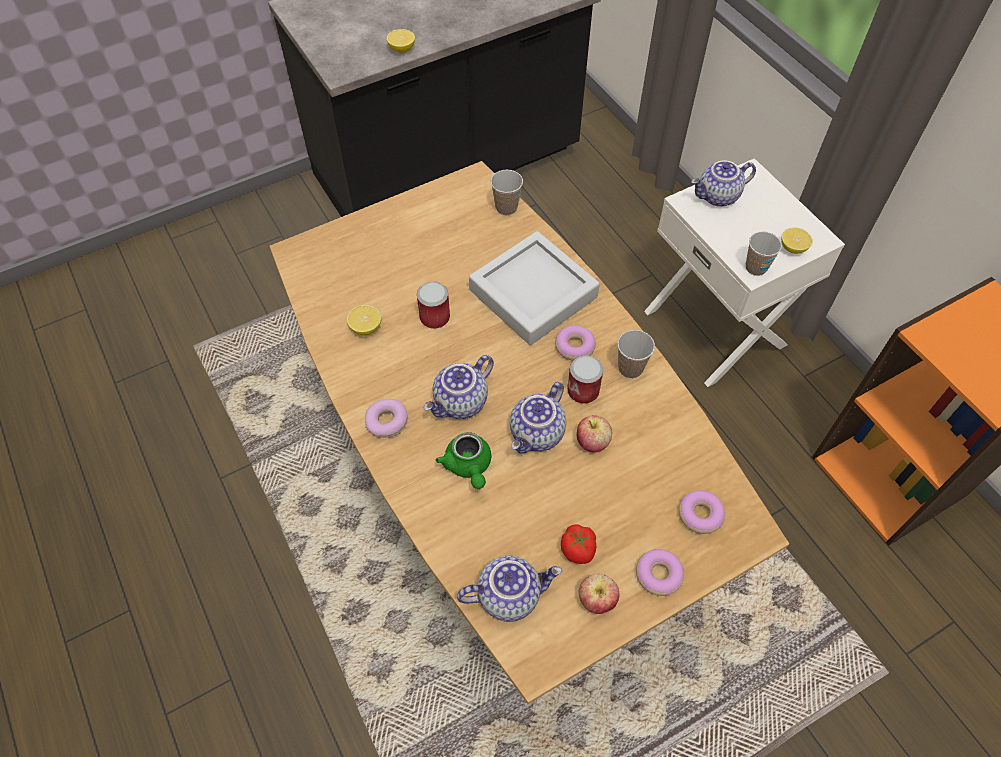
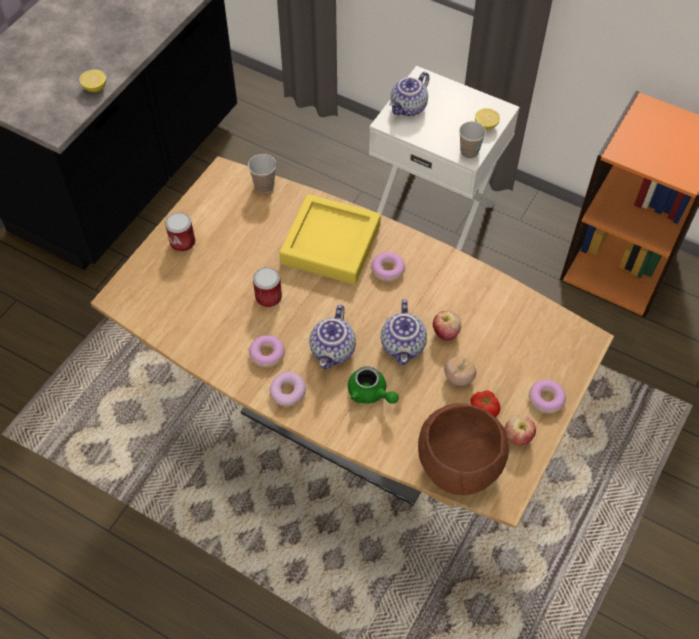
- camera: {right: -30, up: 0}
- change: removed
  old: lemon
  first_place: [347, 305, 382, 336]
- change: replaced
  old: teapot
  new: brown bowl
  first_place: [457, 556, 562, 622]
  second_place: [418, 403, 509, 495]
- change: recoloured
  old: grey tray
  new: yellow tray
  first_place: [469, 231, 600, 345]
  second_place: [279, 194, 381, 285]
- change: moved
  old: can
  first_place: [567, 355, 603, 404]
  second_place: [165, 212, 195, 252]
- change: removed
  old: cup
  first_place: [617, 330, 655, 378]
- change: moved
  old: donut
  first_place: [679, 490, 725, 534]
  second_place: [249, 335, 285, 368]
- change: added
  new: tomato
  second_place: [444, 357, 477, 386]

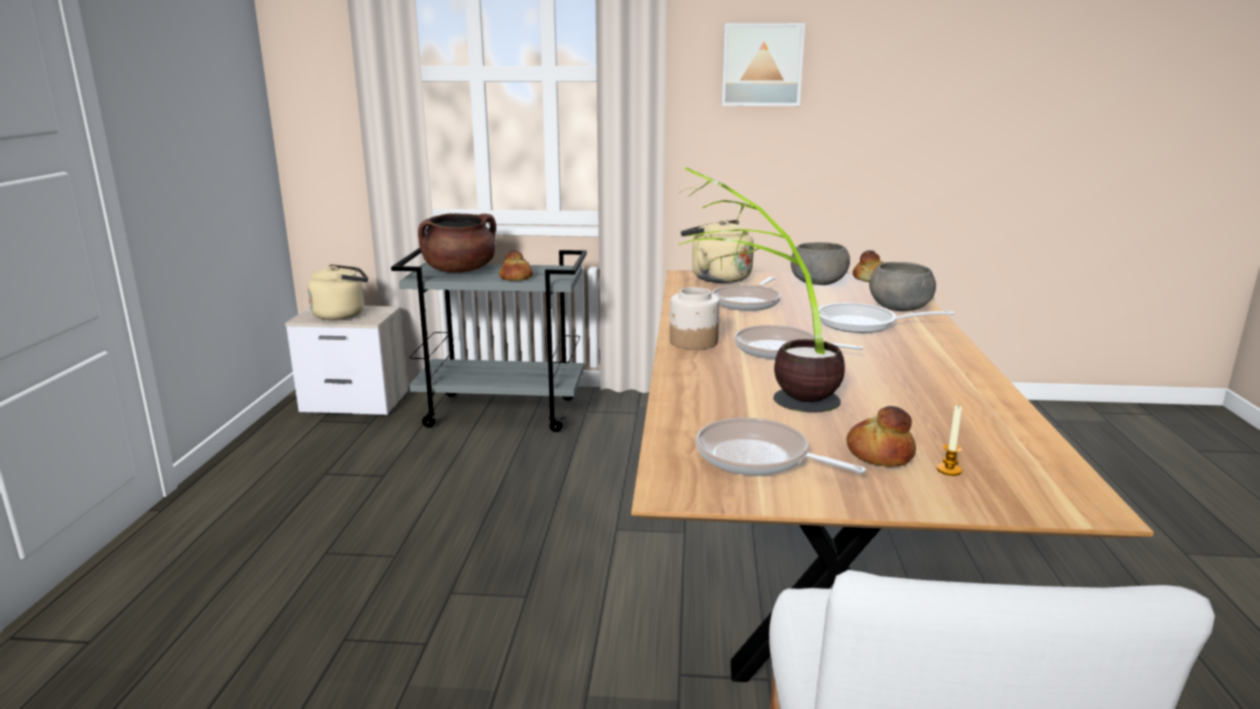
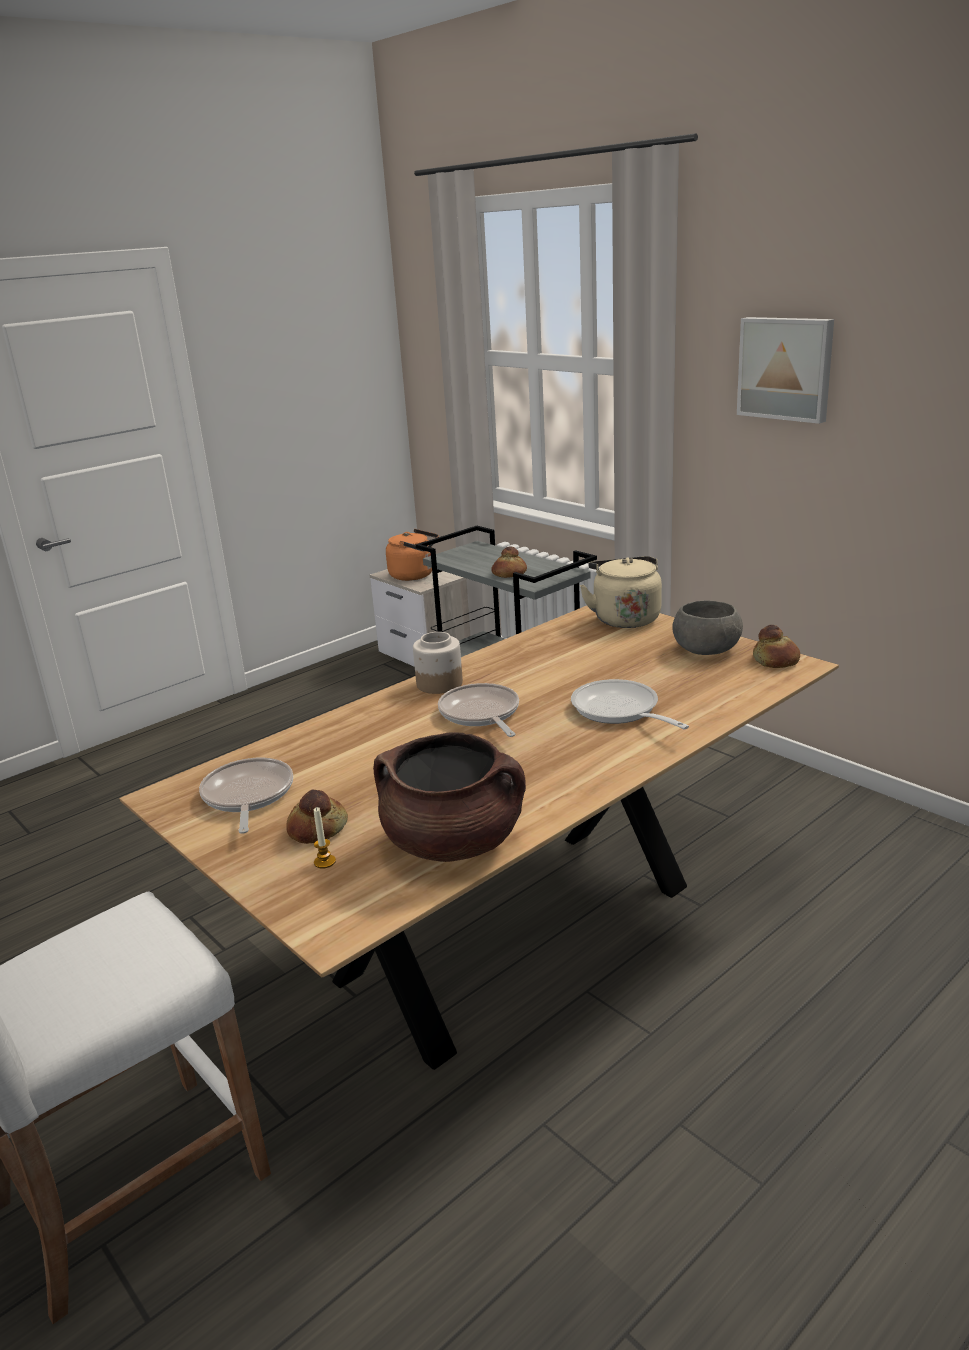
- camera: {right: 45, up: 5}
- change: recoloured
  old: beige kettle
  new: orange kettle
  first_place: [308, 264, 368, 320]
  second_place: [386, 529, 439, 581]
- change: moved
  old: brown cooking pot
  first_place: [418, 213, 496, 273]
  second_place: [373, 732, 526, 862]
- change: removed
  old: potted plant
  first_place: [678, 167, 845, 413]
- change: removed
  old: frying pan
  first_place: [712, 277, 781, 311]
- change: removed
  old: grey bowl
  first_place: [869, 262, 936, 311]

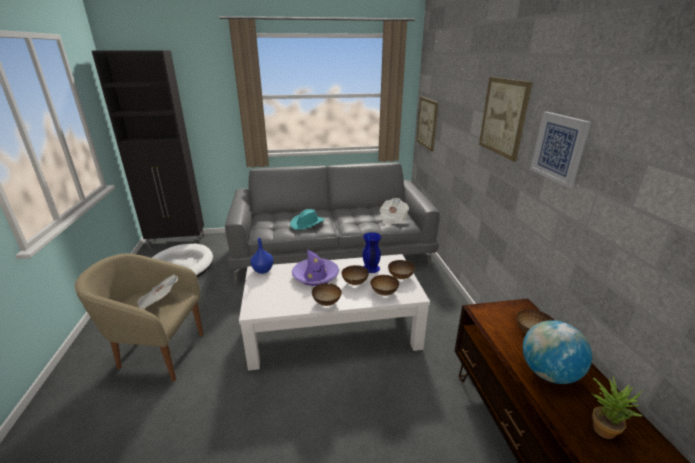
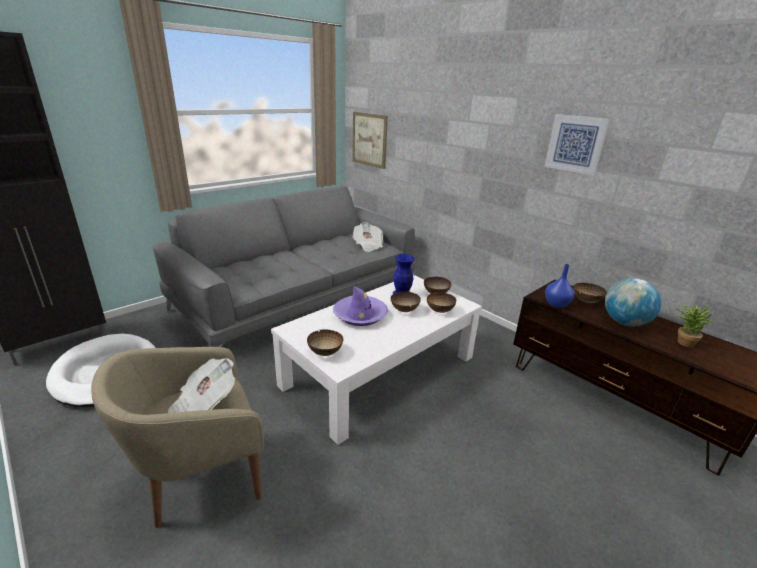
- camera: {right: -35, up: 0}
- change: moved
  old: blue vase
  first_place: [250, 238, 274, 274]
  second_place: [545, 264, 575, 308]
- change: removed
  old: turquoise hat
  first_place: [290, 209, 324, 230]
- change: moved
  old: bowl
  first_place: [312, 283, 342, 306]
  second_place: [307, 329, 343, 356]
- change: removed
  old: picture
  first_place: [479, 77, 532, 161]

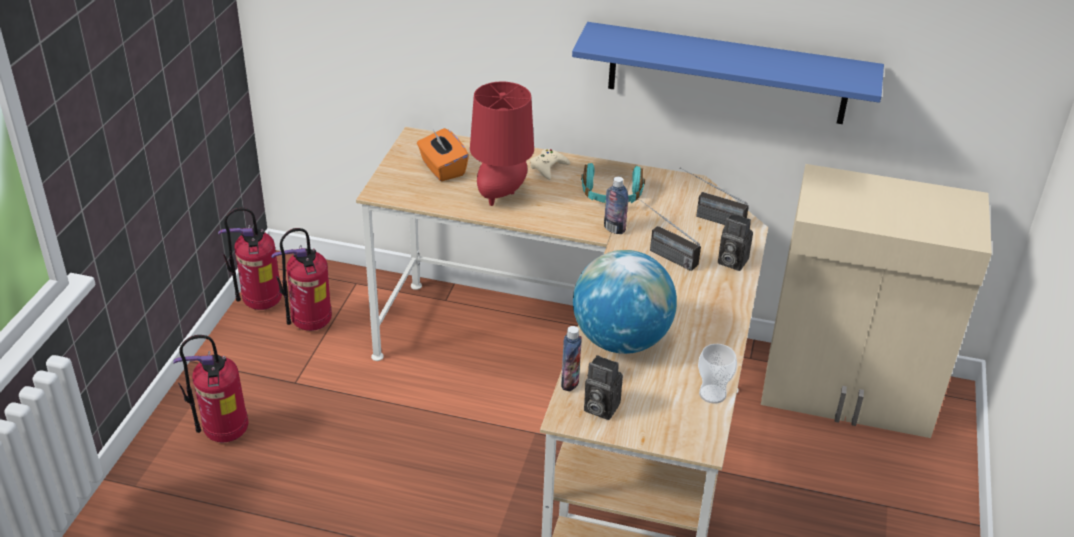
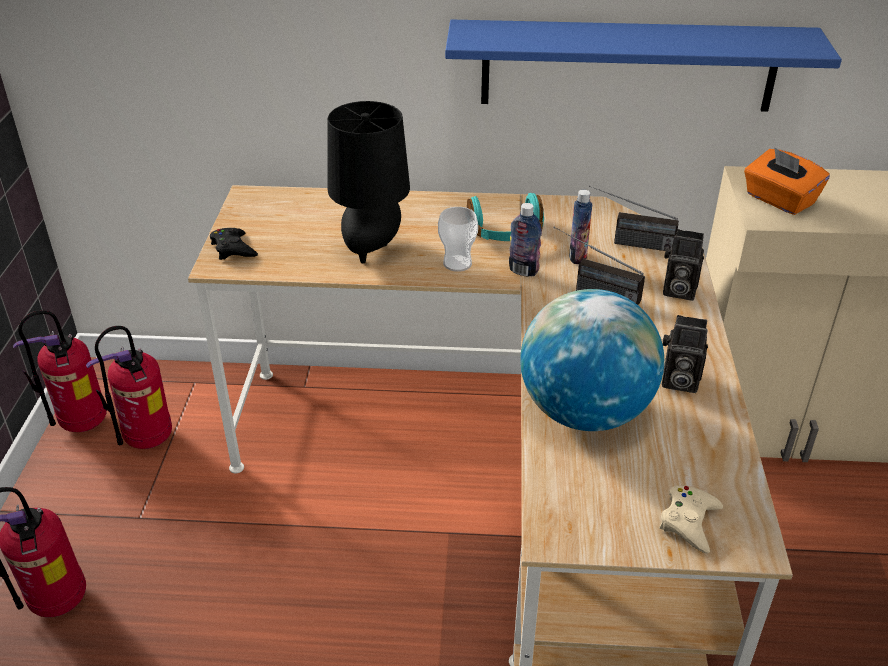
- camera: {right: -10, up: 0}
- change: moved
  old: orange tissue box
  first_place: [417, 128, 469, 181]
  second_place: [744, 147, 830, 215]
- change: recoloured
  old: red table lamp
  new: black table lamp
  first_place: [470, 81, 534, 206]
  second_place: [327, 101, 410, 263]
- change: moved
  old: beige game controller
  first_place: [530, 149, 570, 180]
  second_place: [659, 485, 723, 554]
- change: moved
  old: bottle
  first_place: [561, 326, 582, 391]
  second_place: [569, 190, 592, 264]
- change: moved
  old: photo camera
  first_place: [584, 355, 623, 420]
  second_place: [662, 315, 708, 393]
- change: moved
  old: cup
  first_place: [698, 344, 737, 404]
  second_place: [438, 207, 478, 272]
- change: added
  new: black game controller
  second_place: [210, 228, 258, 260]

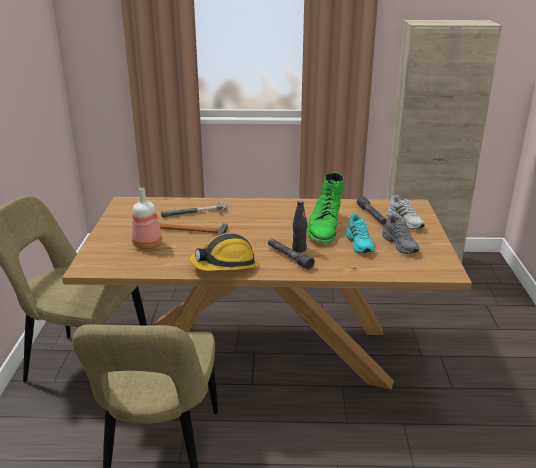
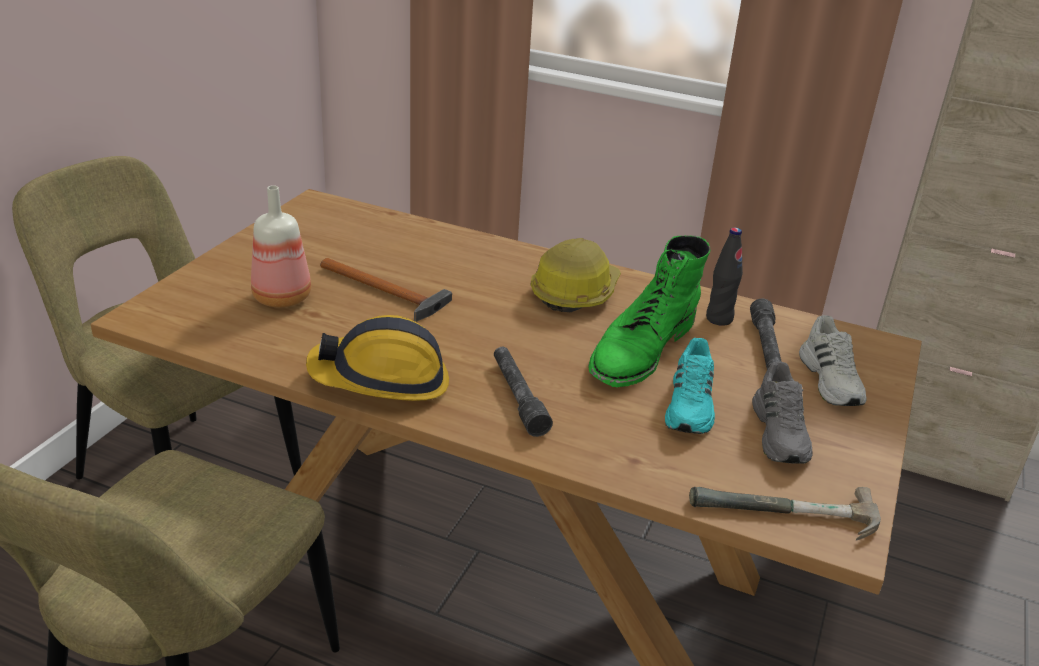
- camera: {right: 20, up: 5}
- change: moved
  old: hammer
  first_place: [161, 200, 227, 218]
  second_place: [689, 487, 881, 540]
- change: moved
  old: black bottle
  first_place: [292, 201, 307, 252]
  second_place: [706, 227, 743, 326]
- change: added
  new: hard hat
  second_place: [531, 238, 621, 312]

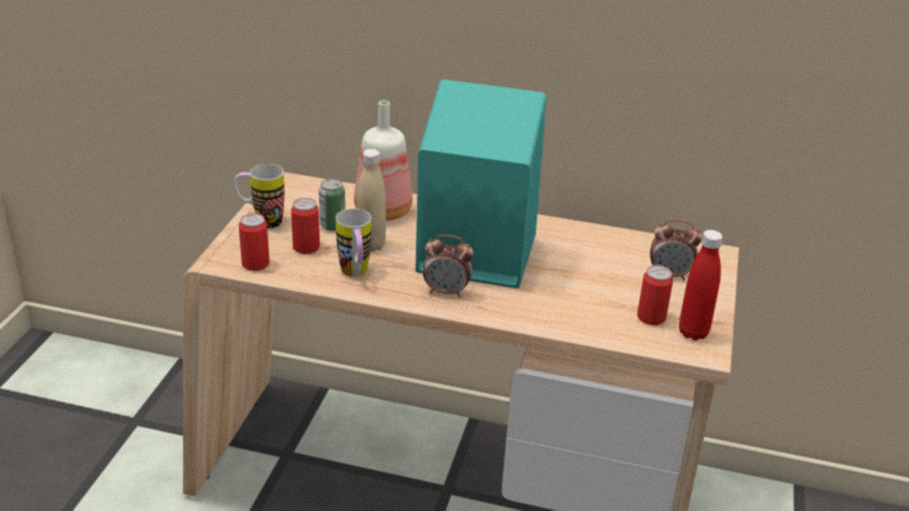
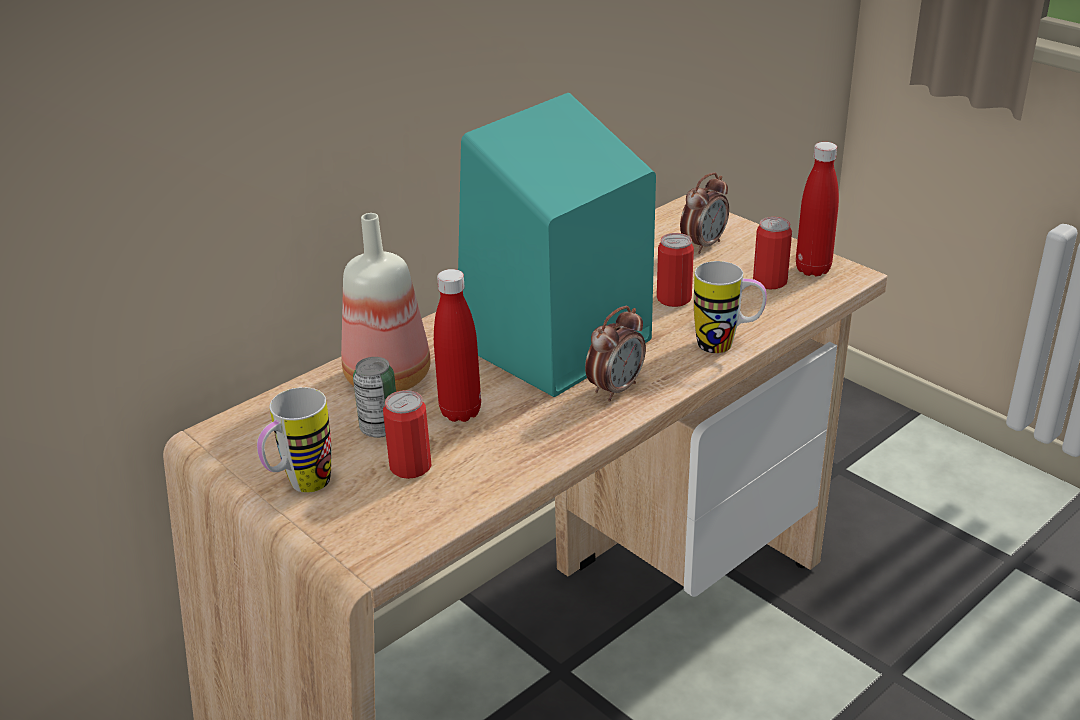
- camera: {right: -55, up: 0}
- change: moved
  old: can
  first_place: [239, 213, 270, 271]
  second_place: [657, 233, 694, 307]
- change: moved
  old: mug
  first_place: [336, 208, 371, 277]
  second_place: [694, 261, 767, 353]
- change: recoloured
  old: beige bottle
  new: red bottle
  first_place: [357, 149, 386, 252]
  second_place: [434, 269, 481, 422]

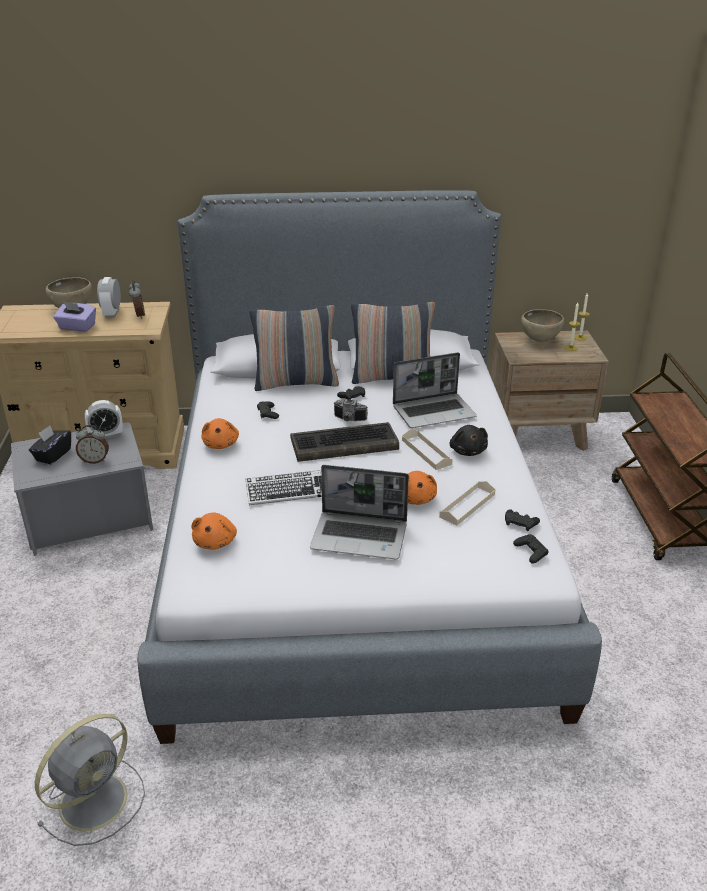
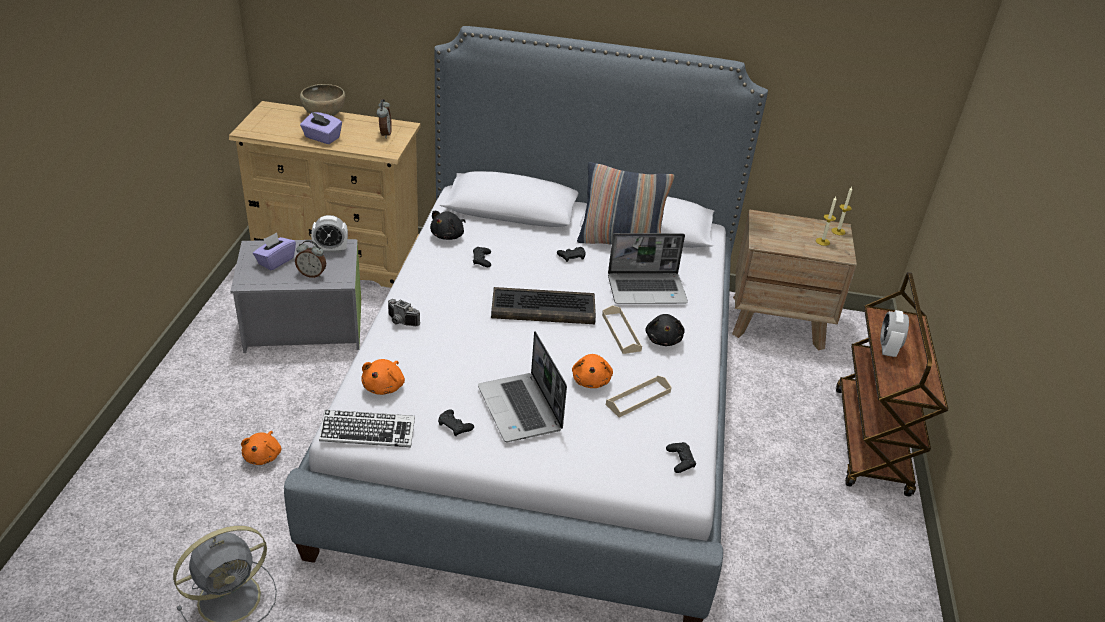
- camera: {right: 10, up: 5}
- change: recoloured
  old: black tissue box
  new: purple tissue box
  first_place: [29, 425, 71, 464]
  second_place: [253, 232, 296, 270]
- change: moved
  old: alarm clock
  first_place: [97, 277, 121, 318]
  second_place: [880, 310, 909, 357]
- change: moved
  old: orange plush toy
  first_place: [201, 418, 239, 449]
  second_place: [241, 431, 281, 465]
- change: moved
  old: keyboard
  first_place: [246, 470, 322, 505]
  second_place: [319, 410, 415, 447]
- change: removed
  old: pillow
  first_place: [250, 305, 339, 391]
- change: turned
  old: laptop
  first_place: [310, 465, 409, 559]
  second_place: [478, 331, 567, 442]
  degrees: 45
- change: moved
  old: photo camera
  first_place: [334, 399, 368, 421]
  second_place: [388, 299, 420, 326]
- change: moved
  old: black game controller
  first_place: [505, 509, 540, 531]
  second_place: [438, 409, 474, 436]
- change: removed
  old: brown bowl
  first_place: [521, 309, 564, 342]
- change: added
  new: black plush toy
  second_place: [430, 211, 466, 240]

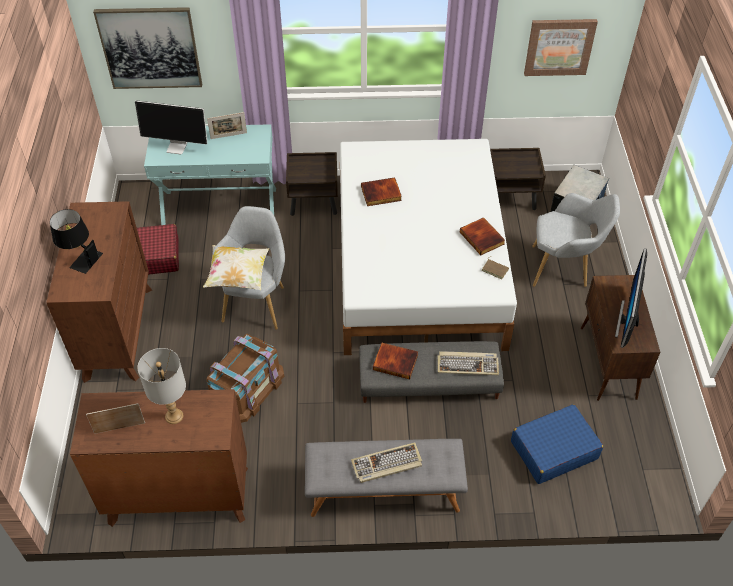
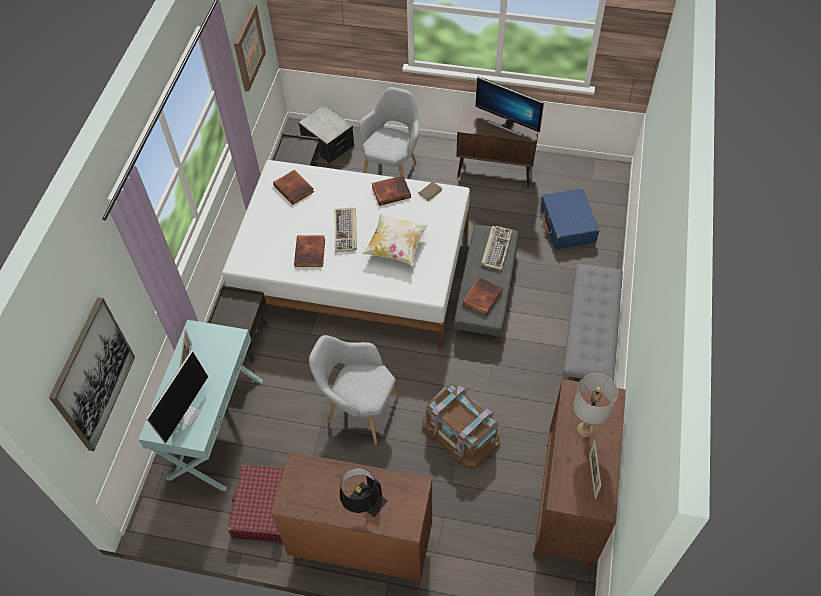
- camera: {right: -75, up: 5}
- change: moved
  old: pillow
  first_place: [203, 245, 269, 290]
  second_place: [362, 214, 428, 266]
- change: moved
  old: keyboard
  first_place: [351, 442, 422, 483]
  second_place: [334, 208, 357, 252]
- change: added
  new: book
  second_place: [273, 170, 314, 205]

